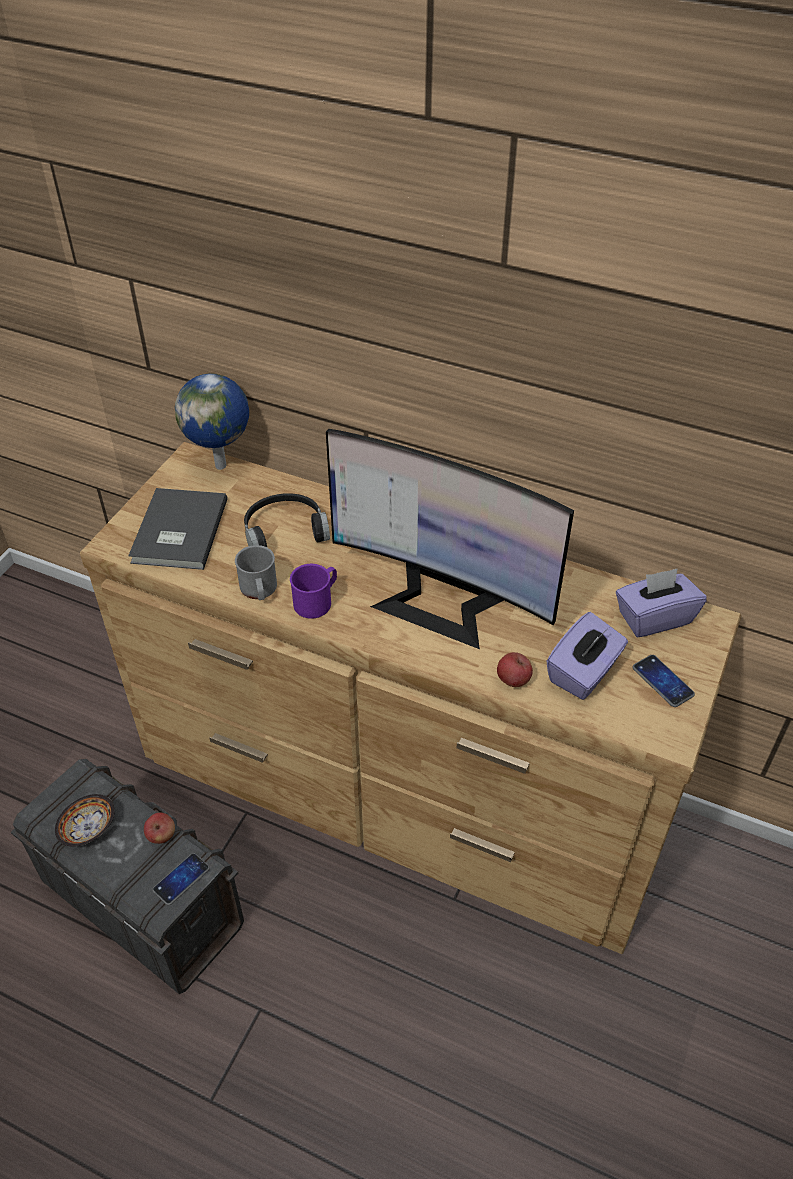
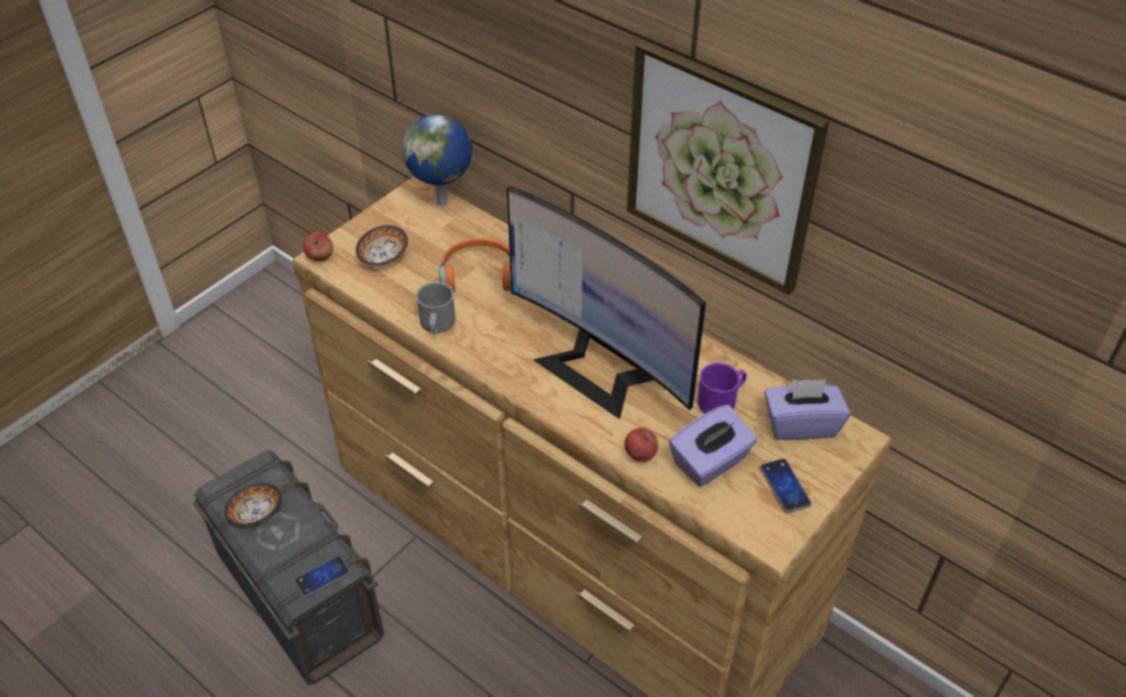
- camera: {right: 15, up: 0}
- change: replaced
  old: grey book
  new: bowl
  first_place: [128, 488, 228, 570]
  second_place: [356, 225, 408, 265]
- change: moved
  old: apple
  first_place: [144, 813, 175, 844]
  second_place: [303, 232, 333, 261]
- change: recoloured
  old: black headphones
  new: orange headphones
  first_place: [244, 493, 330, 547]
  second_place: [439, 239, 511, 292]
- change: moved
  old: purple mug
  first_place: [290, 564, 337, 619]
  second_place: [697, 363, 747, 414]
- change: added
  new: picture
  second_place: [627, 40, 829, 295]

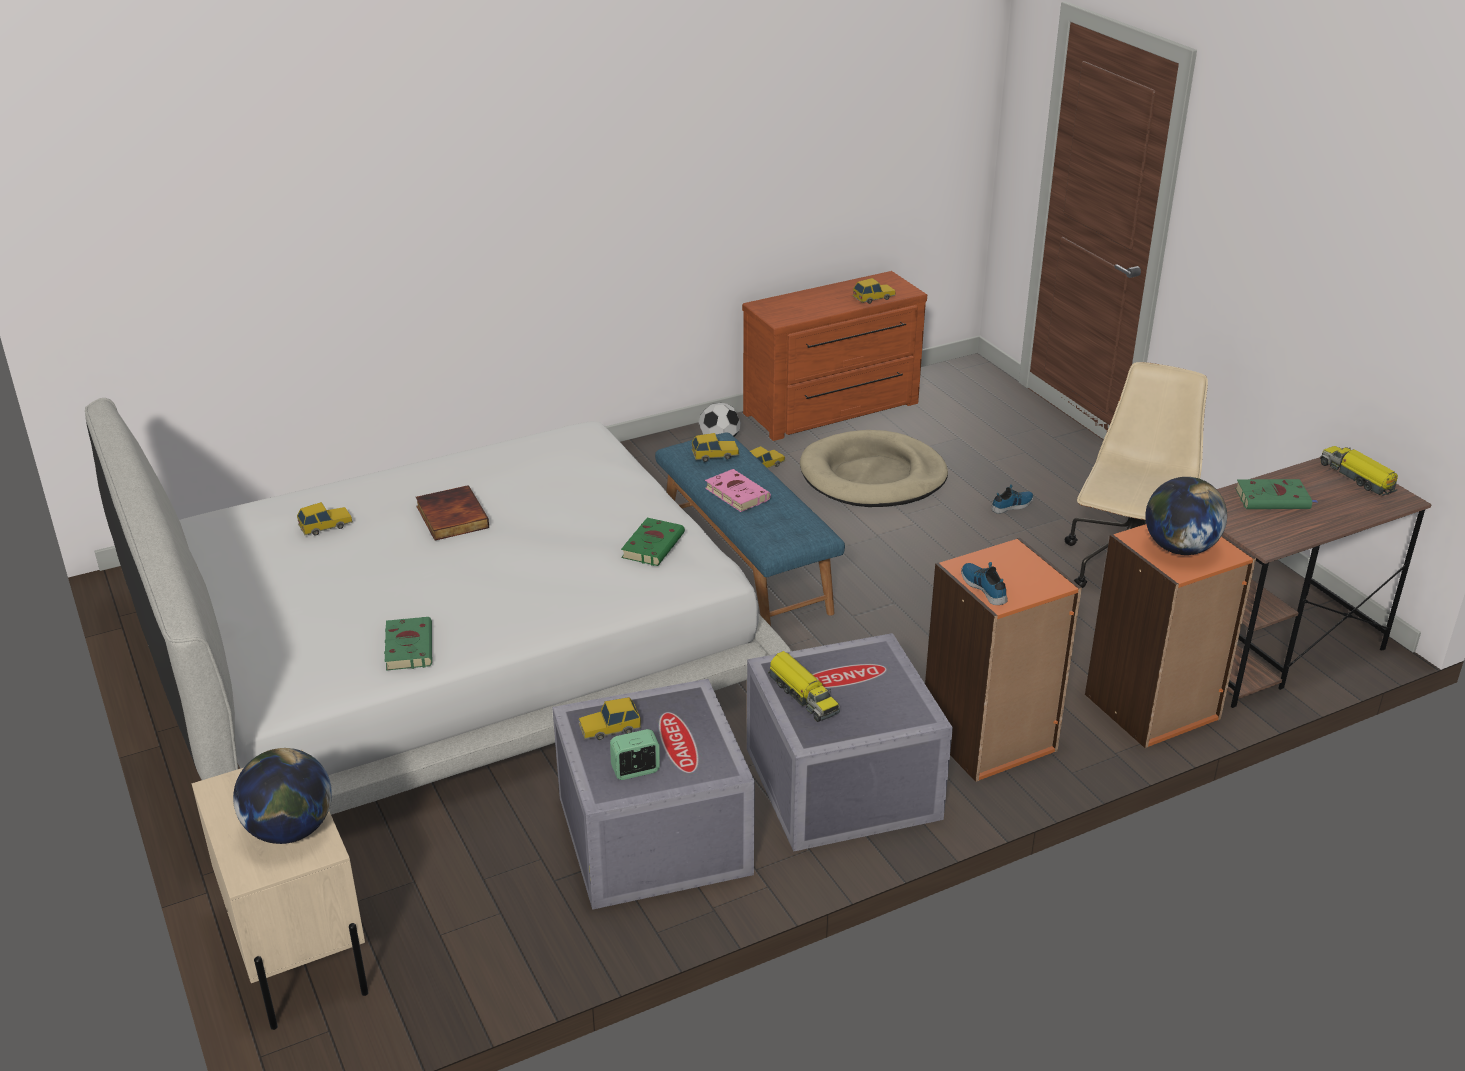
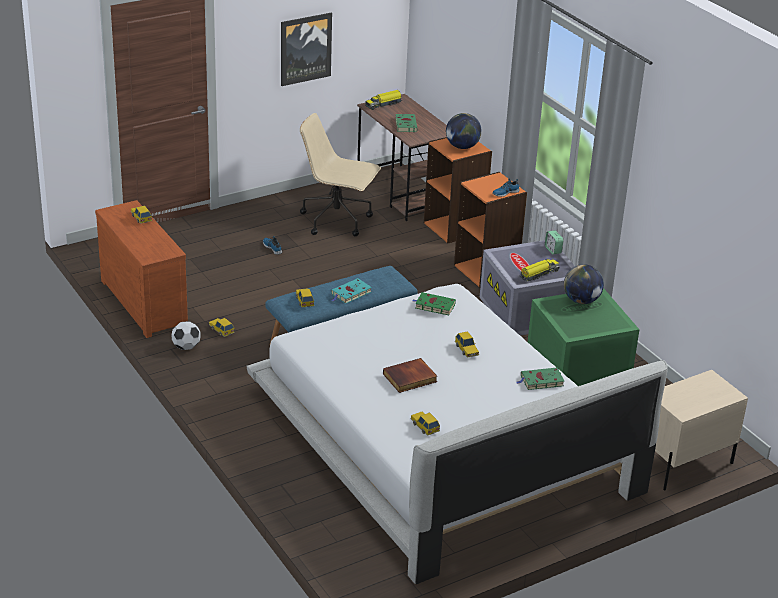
- camera: {right: -95, up: 0}
- change: moved
  old: globe
  first_place: [233, 748, 332, 844]
  second_place: [564, 264, 604, 304]
- change: recoloured
  old: grey storage box
  new: green storage box
  first_place: [552, 679, 755, 910]
  second_place: [528, 288, 640, 386]
- change: moved
  old: toy car
  first_place: [579, 697, 641, 740]
  second_place: [455, 331, 479, 358]
- change: moved
  old: alarm clock
  first_place: [610, 729, 660, 780]
  second_place: [545, 230, 564, 254]
- change: recoloured
  old: pink book
  new: turquoise book
  first_place: [705, 469, 771, 512]
  second_place: [331, 278, 372, 304]
- change: removed
  old: beige dog bed
  first_place: [800, 430, 948, 507]
- change: added
  new: picture
  second_place: [281, 13, 332, 86]

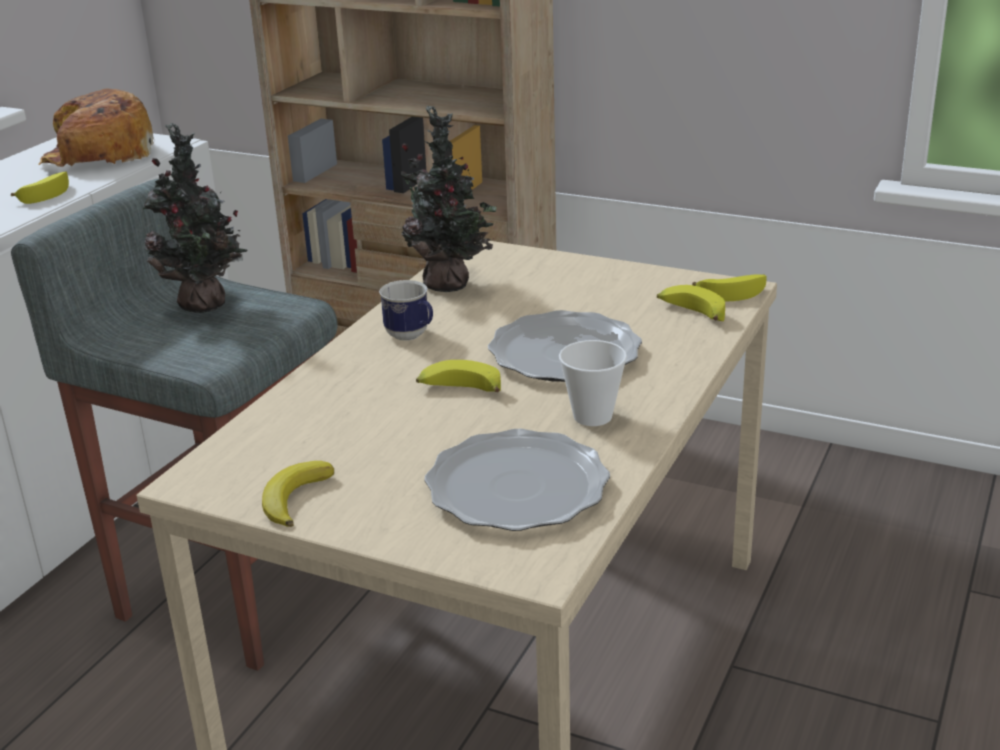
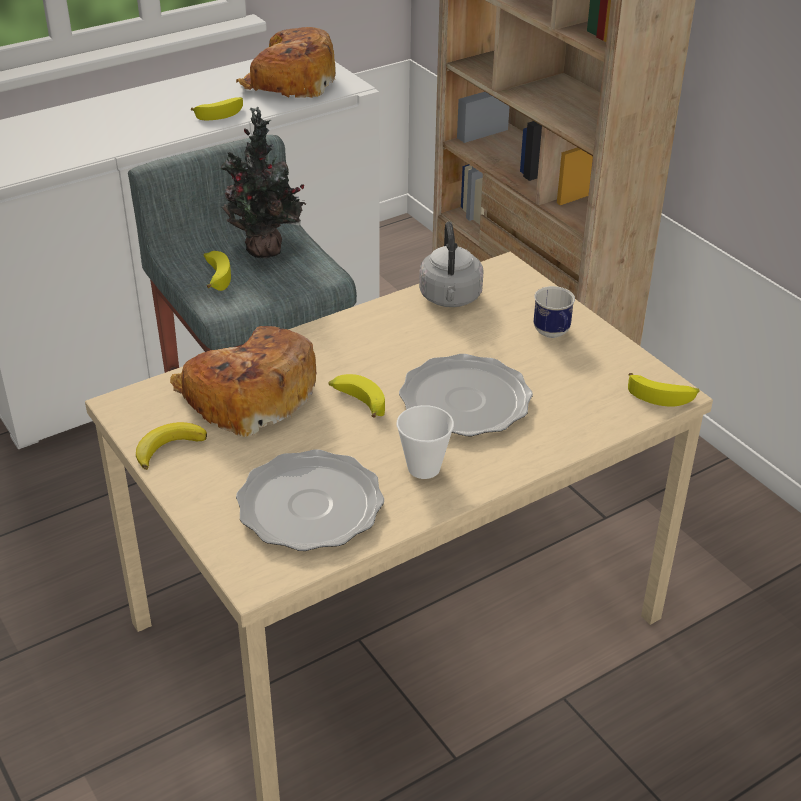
- camera: {right: 30, up: 10}
- change: moved
  old: mug
  first_place: [379, 280, 433, 341]
  second_place: [533, 286, 575, 338]
- change: replaced
  old: potted plant
  new: grey kettle
  first_place: [393, 106, 497, 292]
  second_place: [419, 222, 484, 307]
- change: moved
  old: banana
  first_place: [657, 285, 725, 321]
  second_place: [204, 251, 231, 291]
- change: added
  new: bread
  second_place: [170, 326, 316, 437]

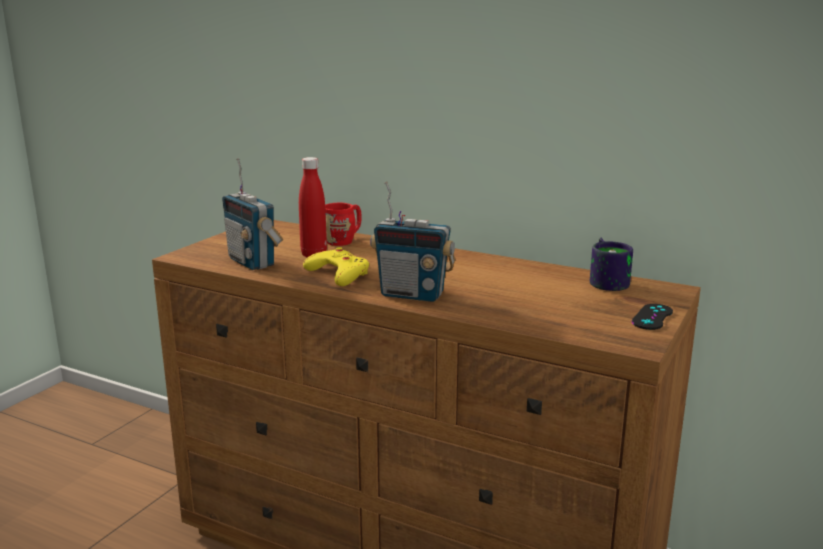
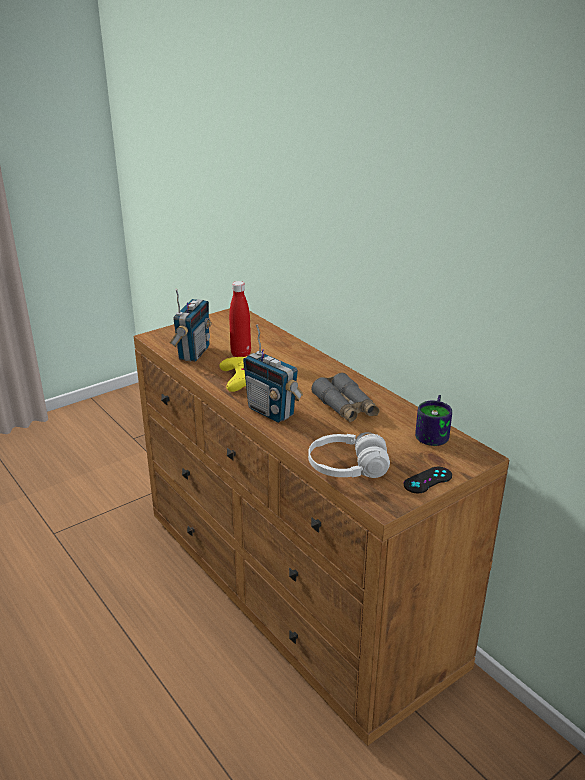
- camera: {right: 25, up: 10}
- change: turned
  old: radio
  first_place: [222, 158, 283, 270]
  second_place: [170, 288, 212, 362]
  degrees: -150
- change: removed
  old: red mug
  first_place: [325, 203, 361, 246]
- change: added
  new: white headphones
  second_place: [308, 432, 390, 478]
- change: added
  new: grey binoculars
  second_place: [311, 373, 379, 423]

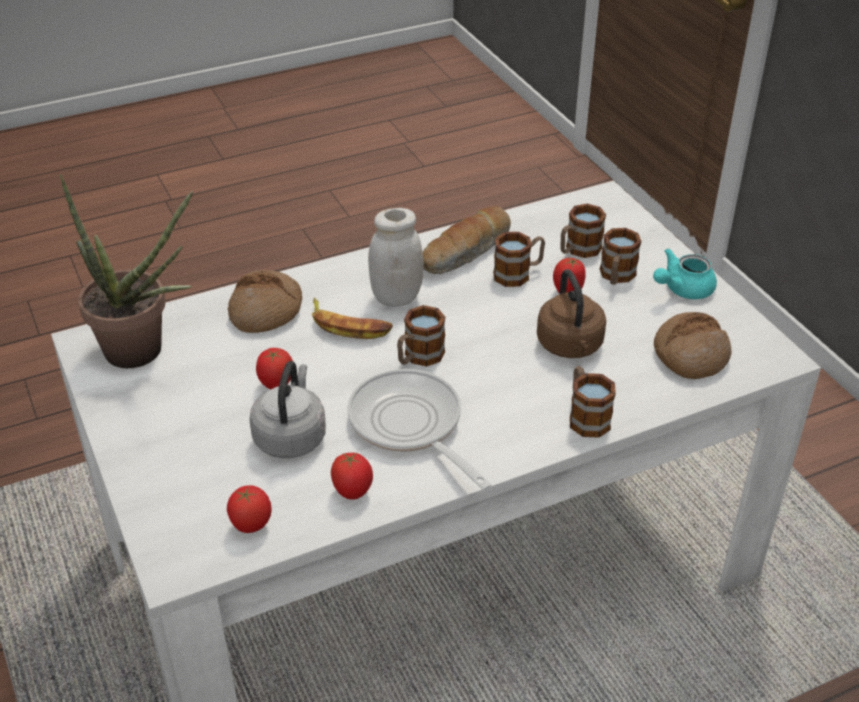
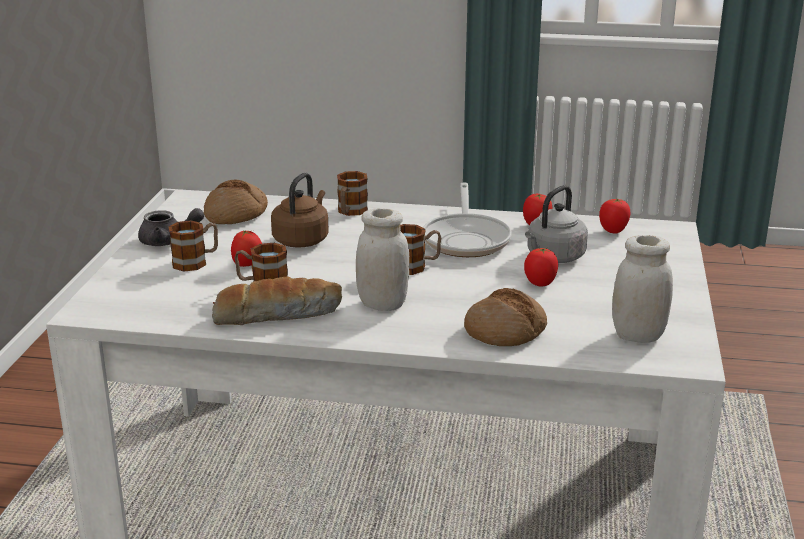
- camera: {right: -145, up: -15}
- change: replaced
  old: potted plant
  new: white jar
  first_place: [60, 174, 193, 368]
  second_place: [612, 235, 673, 343]
- change: removed
  old: banana
  first_place: [312, 298, 393, 339]
- change: removed
  old: mug
  first_place: [560, 204, 606, 258]
- change: recoloured
  old: turquoise teapot
  new: grey teapot
  first_place: [653, 248, 717, 299]
  second_place: [138, 208, 204, 246]

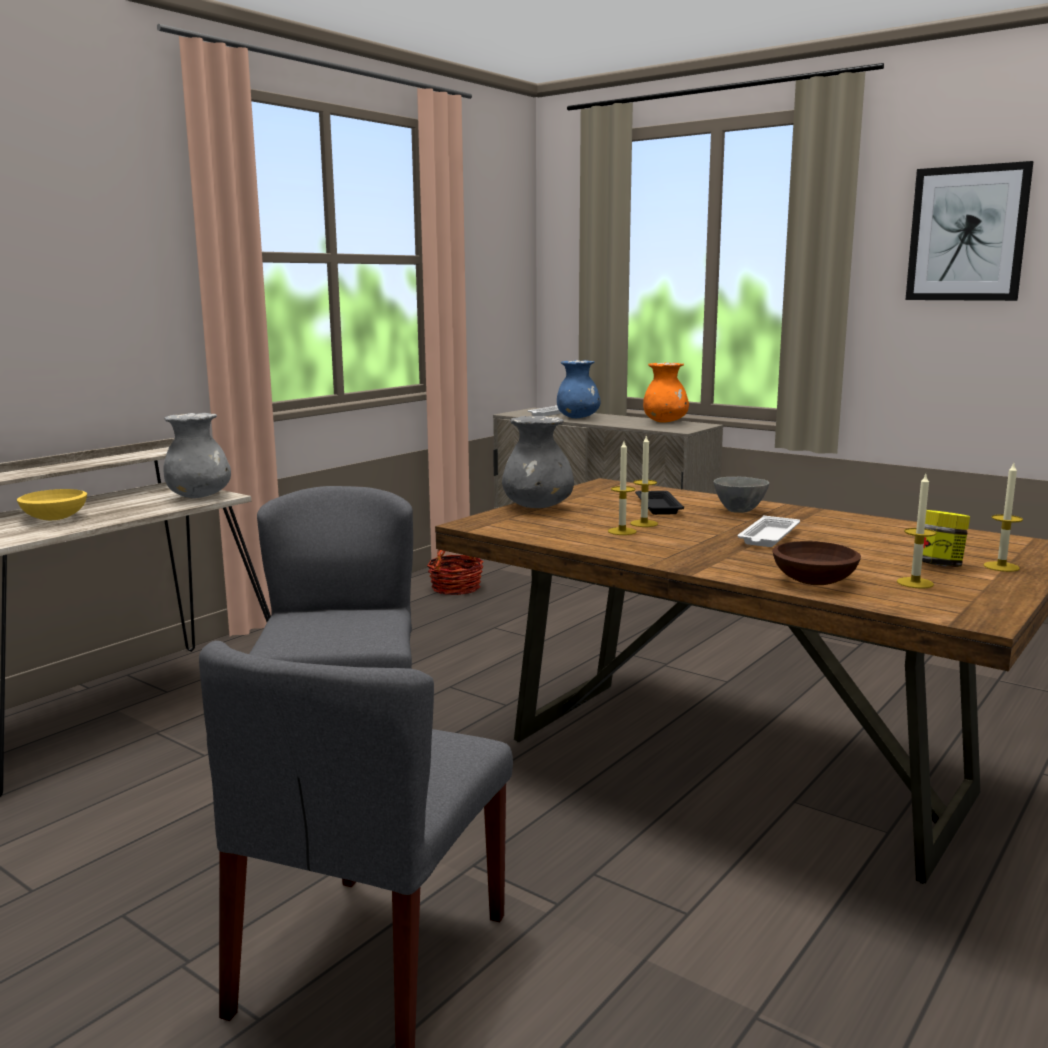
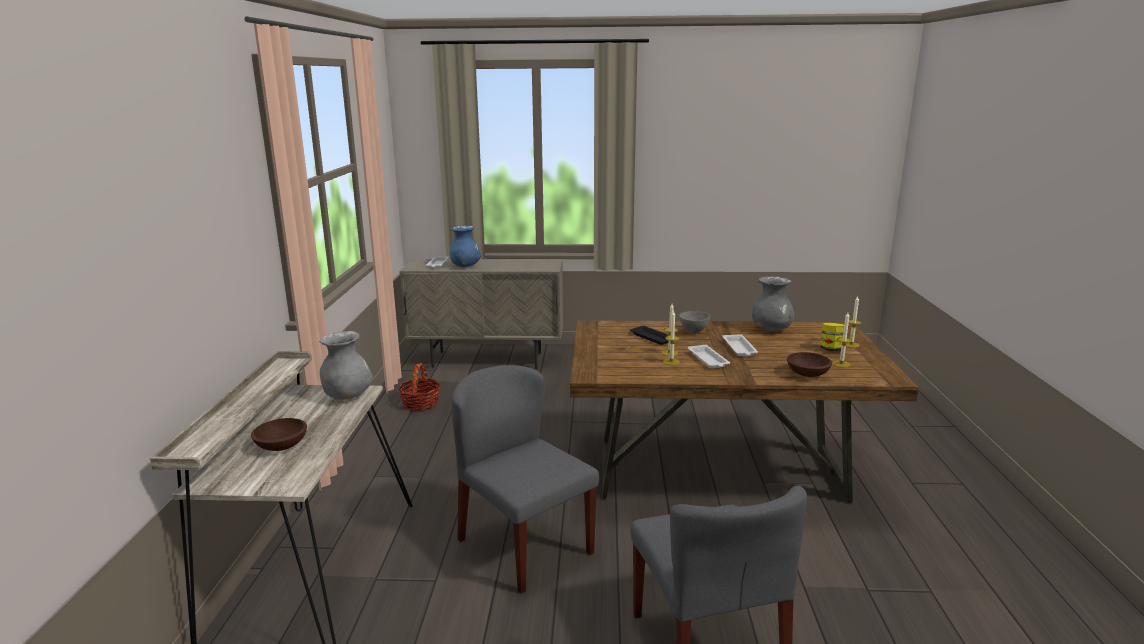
- camera: {right: -35, up: 5}
- change: recoloured
  old: yellow bowl
  new: brown bowl
  first_place: [17, 489, 87, 520]
  second_place: [251, 418, 307, 451]
- change: moved
  old: grey vase
  first_place: [502, 416, 574, 508]
  second_place: [752, 276, 794, 331]
- change: removed
  old: orange vase
  first_place: [643, 362, 689, 423]
- change: removed
  old: picture
  first_place: [905, 161, 1033, 301]
- change: added
  new: white tray
  second_place: [688, 345, 730, 368]

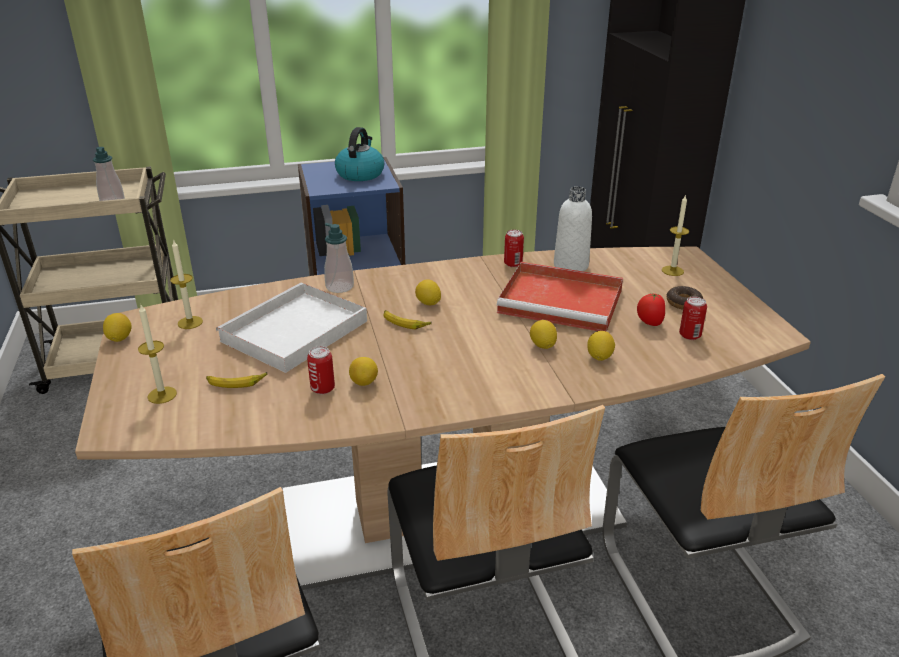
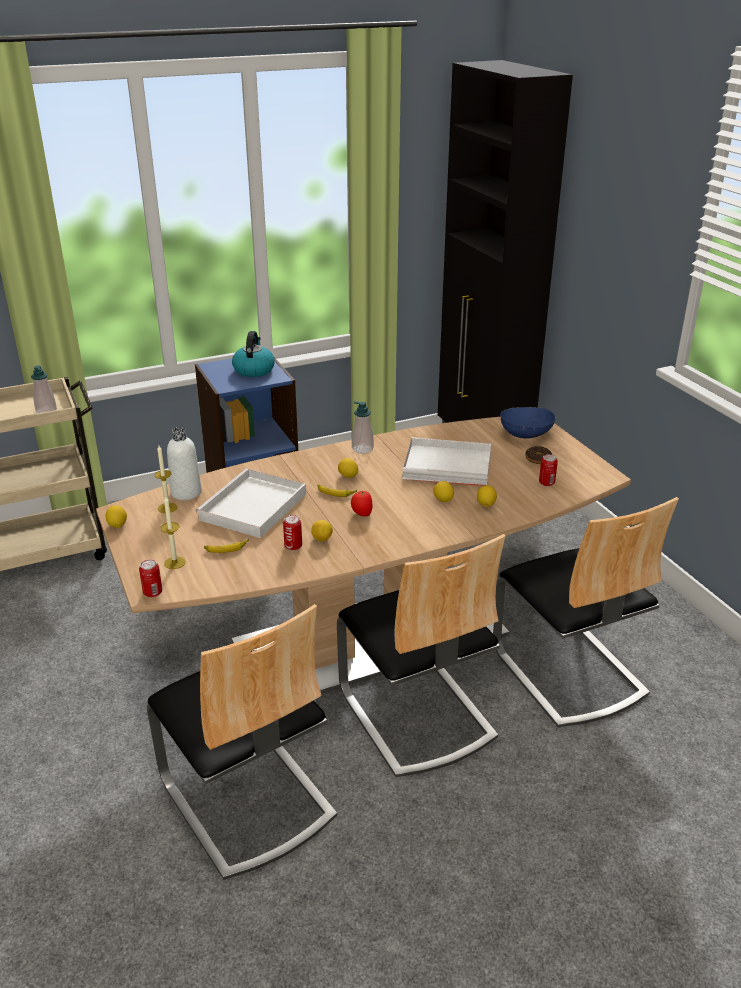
- camera: {right: -10, up: 0}
- change: moved
  old: soap dispenser
  first_place: [324, 223, 354, 293]
  second_place: [352, 401, 374, 454]
- change: recoloured
  old: red tray
  new: white tray
  first_place: [497, 262, 623, 332]
  second_place: [402, 437, 492, 486]
- change: moved
  old: can
  first_place: [504, 230, 524, 267]
  second_place: [139, 560, 162, 597]
- change: moved
  old: white bottle
  first_place: [554, 186, 592, 271]
  second_place: [167, 427, 202, 500]
- change: moved
  old: tomato
  first_place: [637, 293, 665, 326]
  second_place: [351, 490, 372, 516]
- change: replaced
  old: candle
  new: blue bowl
  first_place: [662, 194, 689, 276]
  second_place: [500, 407, 556, 438]

